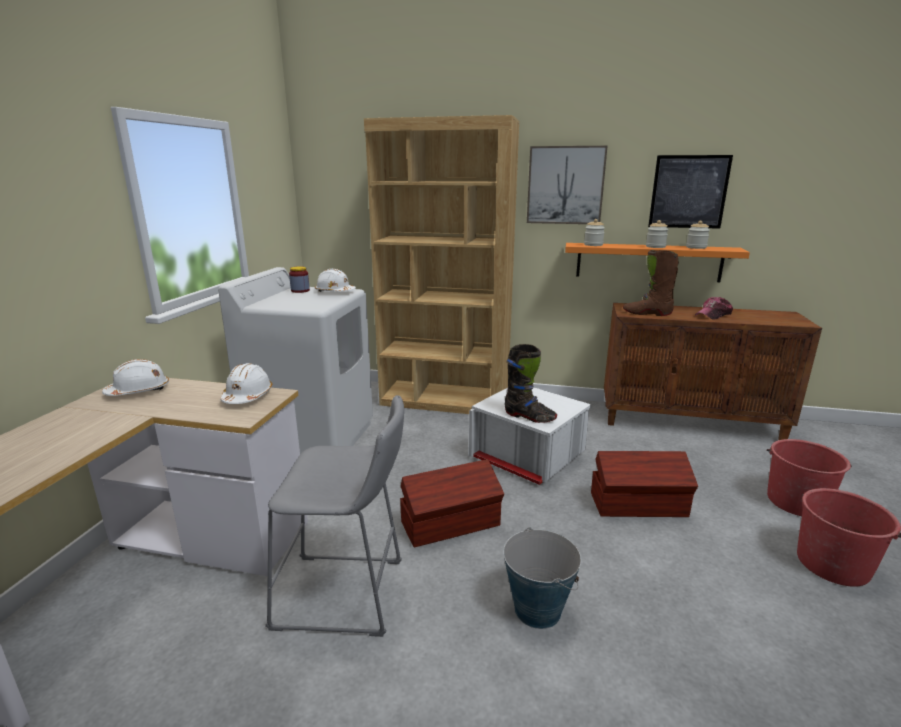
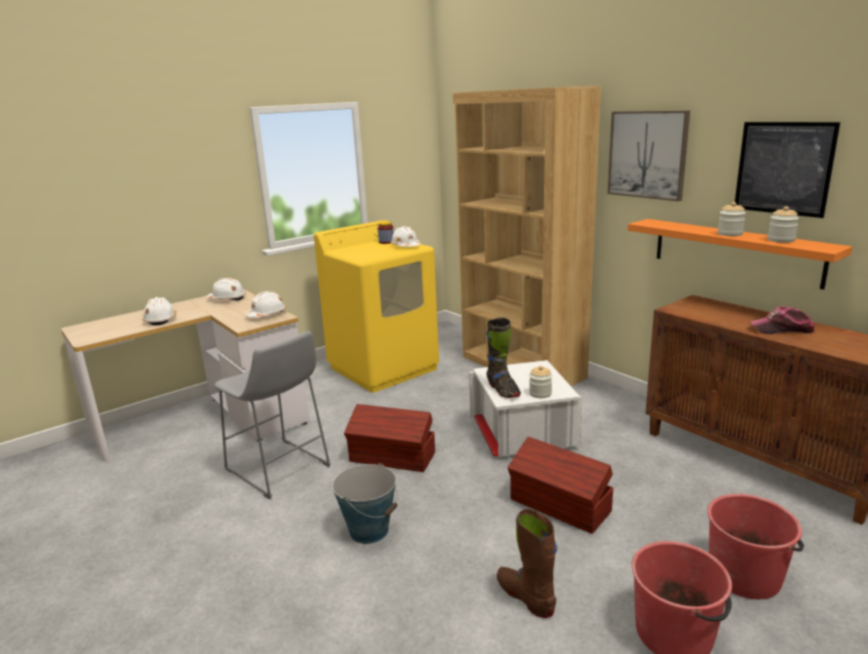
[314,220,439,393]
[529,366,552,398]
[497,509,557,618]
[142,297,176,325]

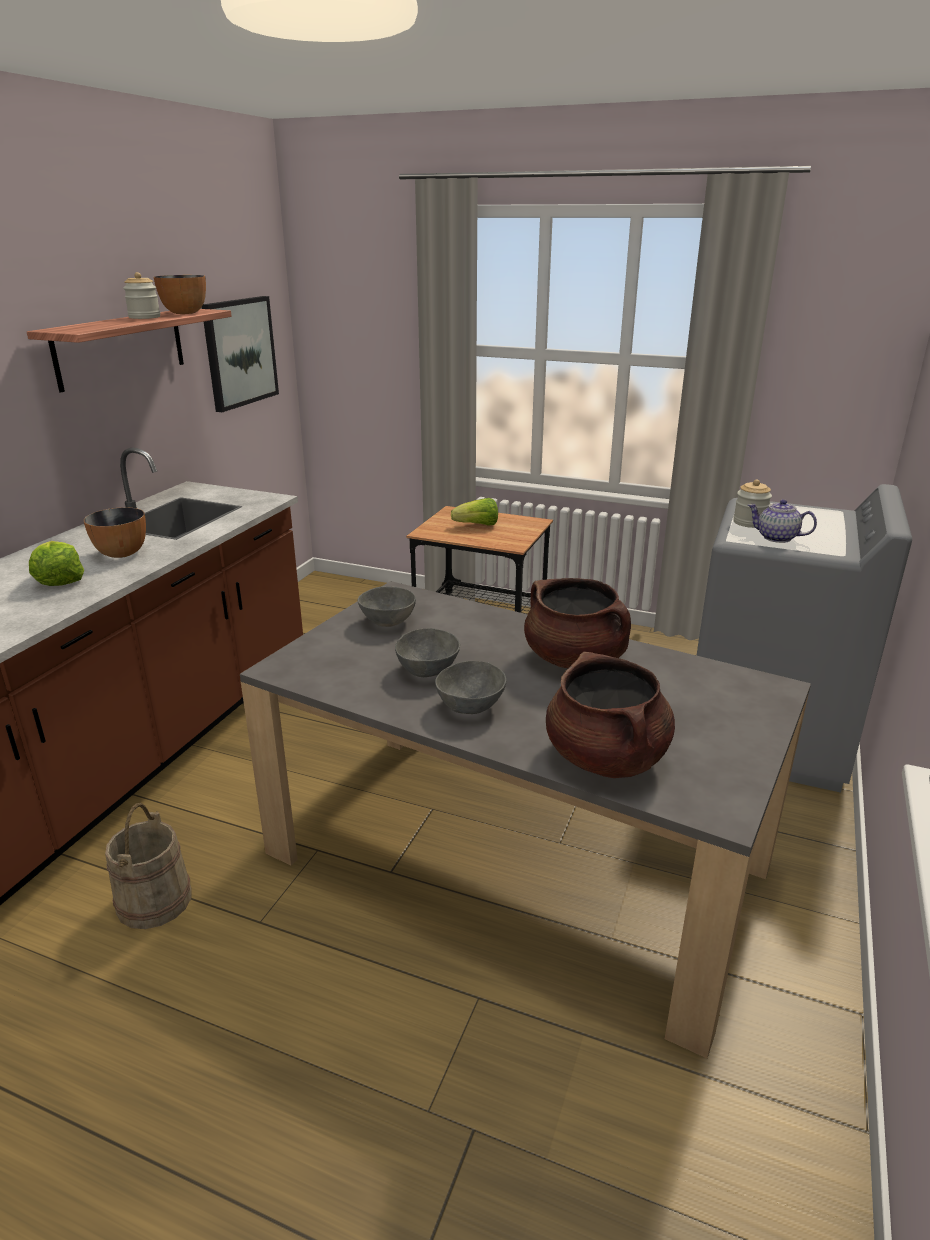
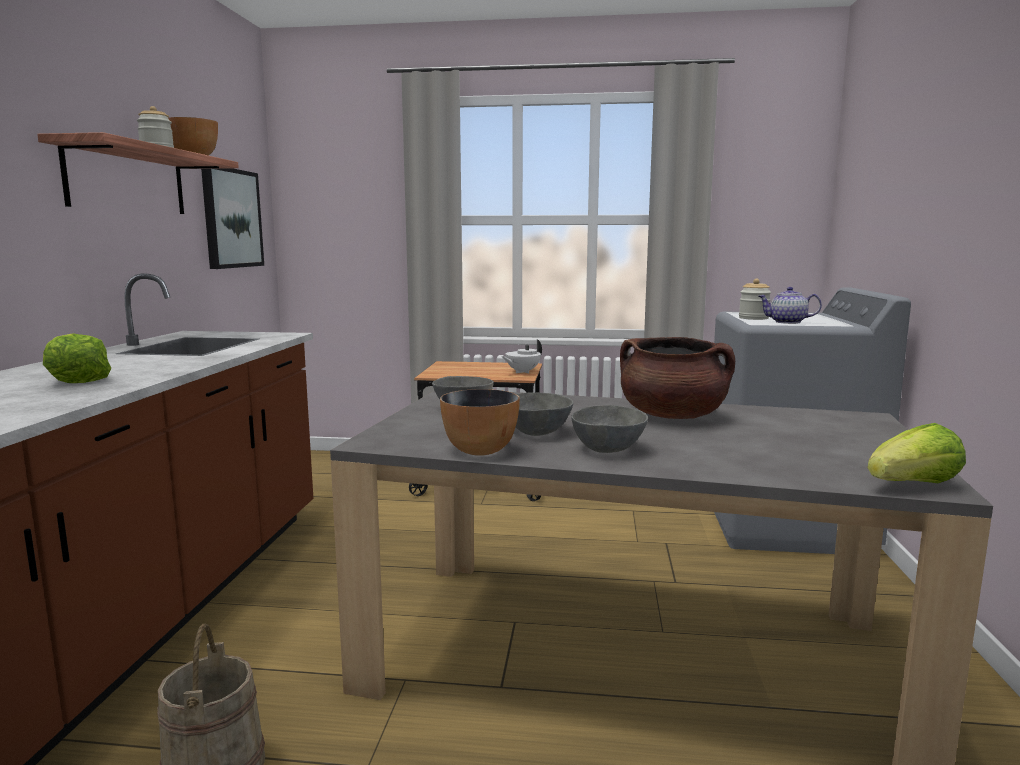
[440,389,520,456]
[868,423,966,483]
[546,652,675,778] (first image)
[502,339,542,373]

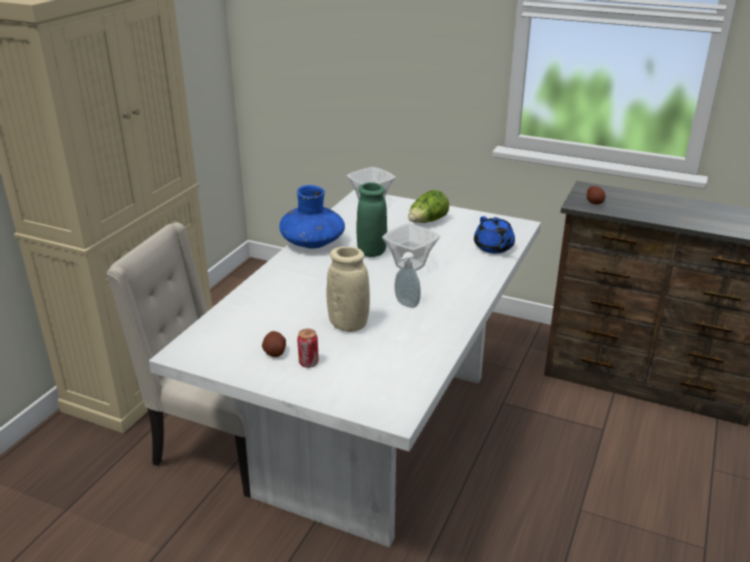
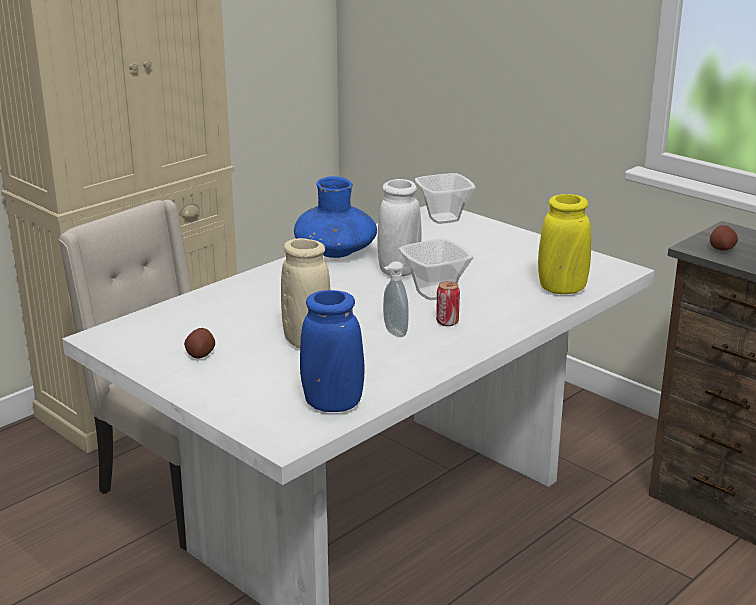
[436,281,460,326]
[377,179,421,276]
[408,190,449,223] (first image)
[538,194,591,294]
[300,290,364,412]

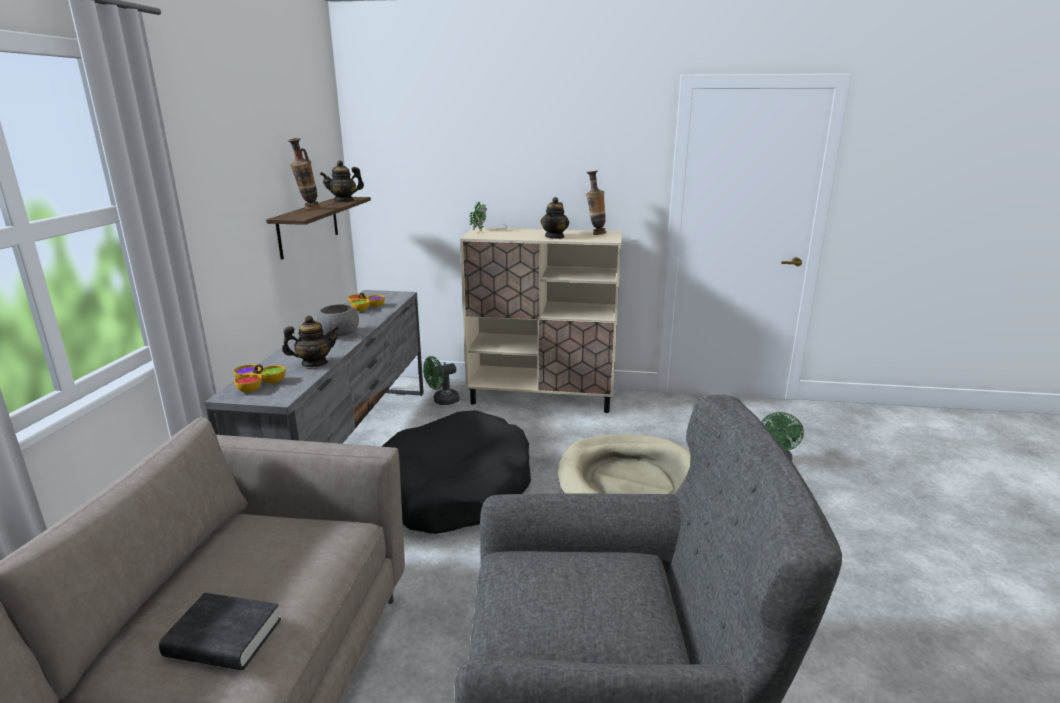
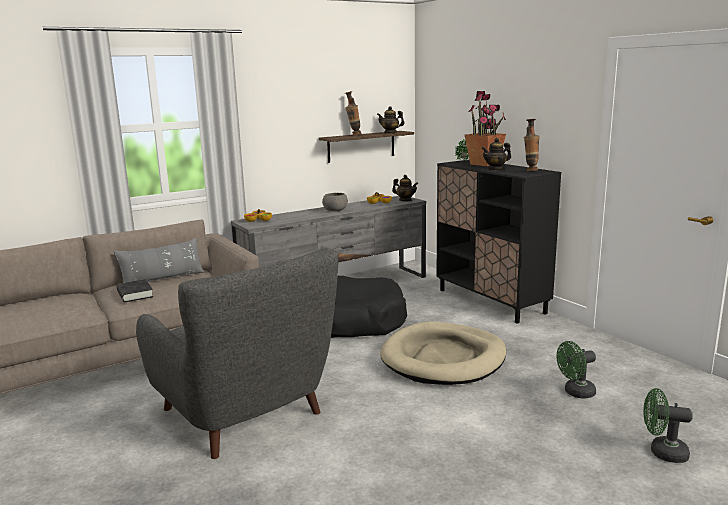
[392,175,418,201]
[643,388,693,463]
[436,160,561,323]
[114,238,205,283]
[465,91,506,166]

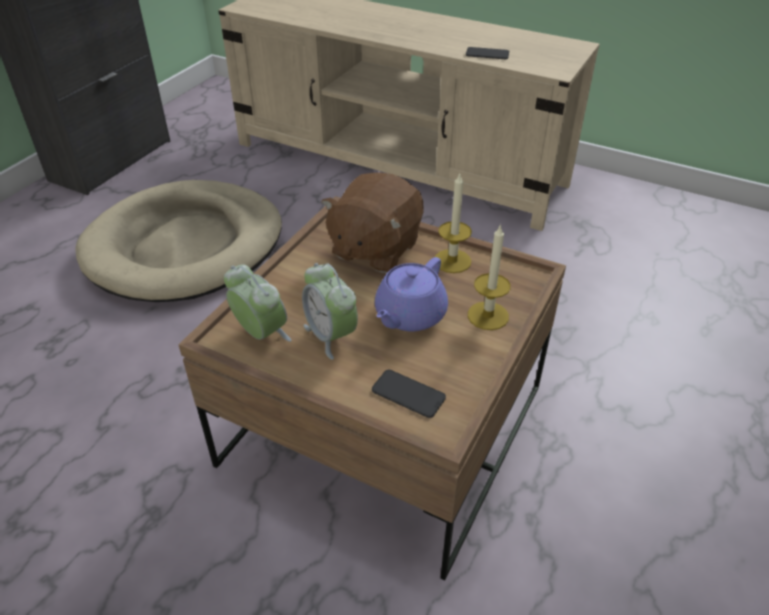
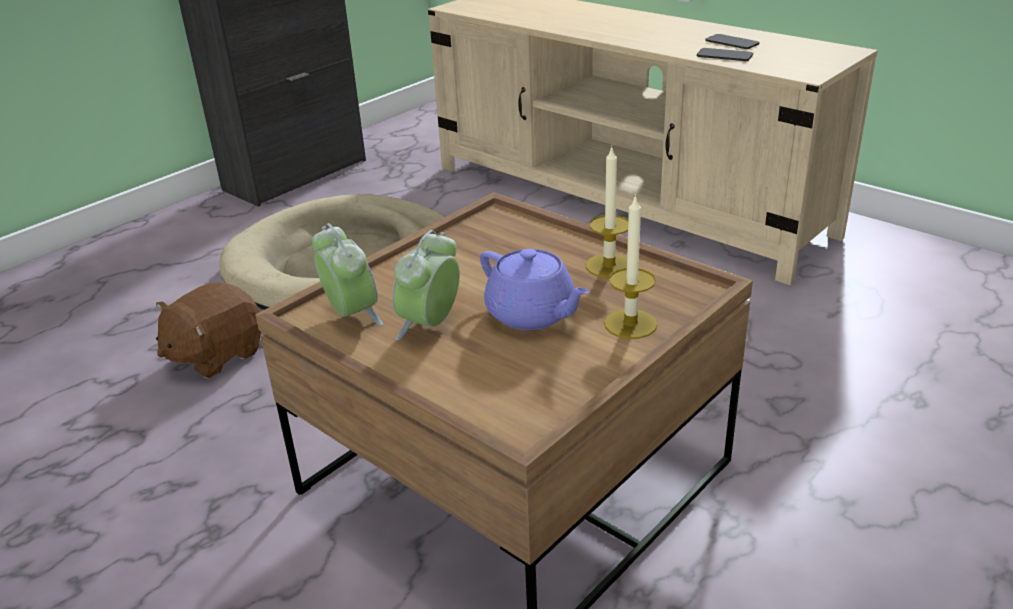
[392,230,460,340]
[156,282,261,378]
[705,34,760,49]
[480,249,590,330]

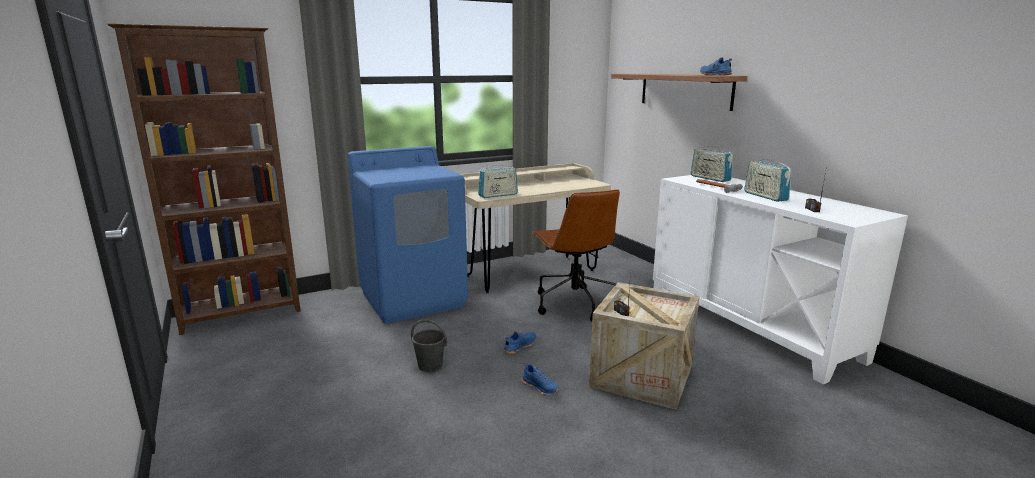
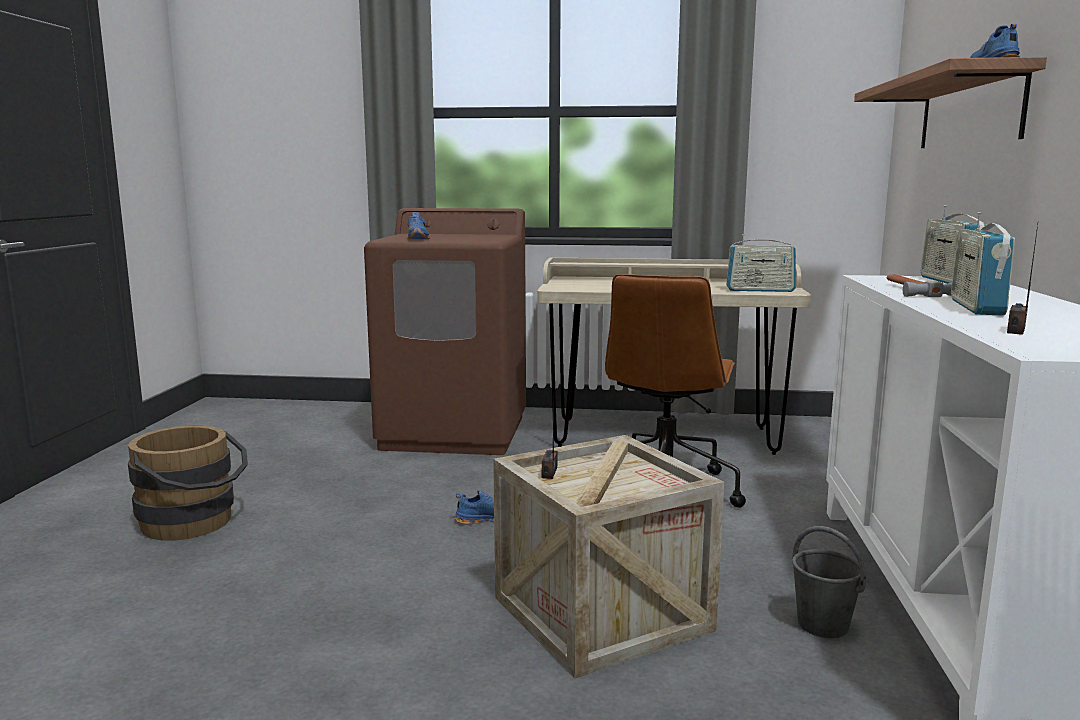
[107,24,301,335] (first image)
[364,208,526,455]
[792,526,866,638]
[726,234,796,292]
[408,212,430,239]
[128,426,248,540]

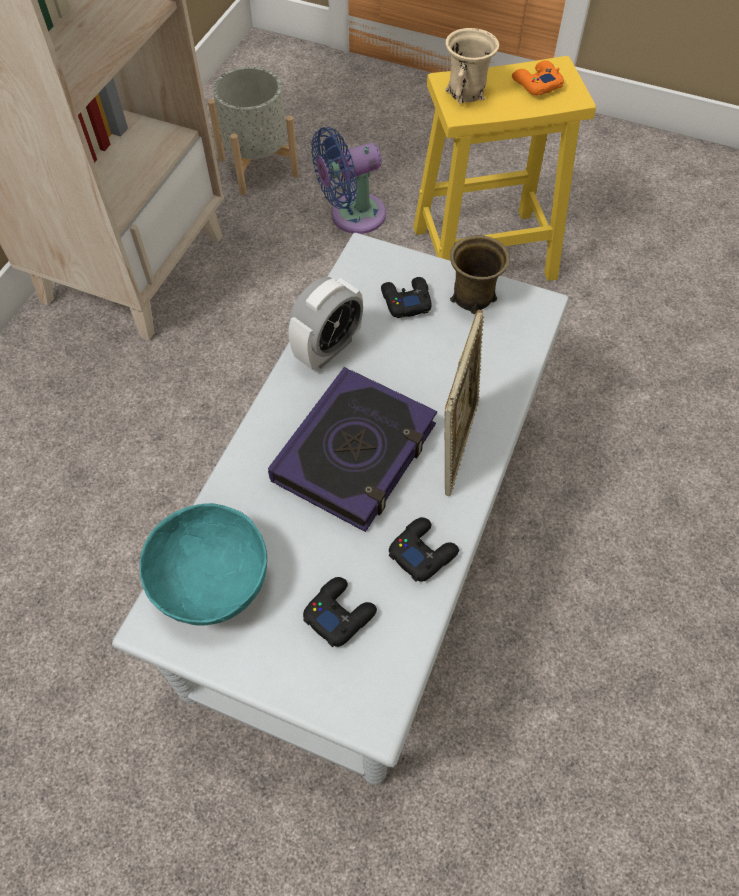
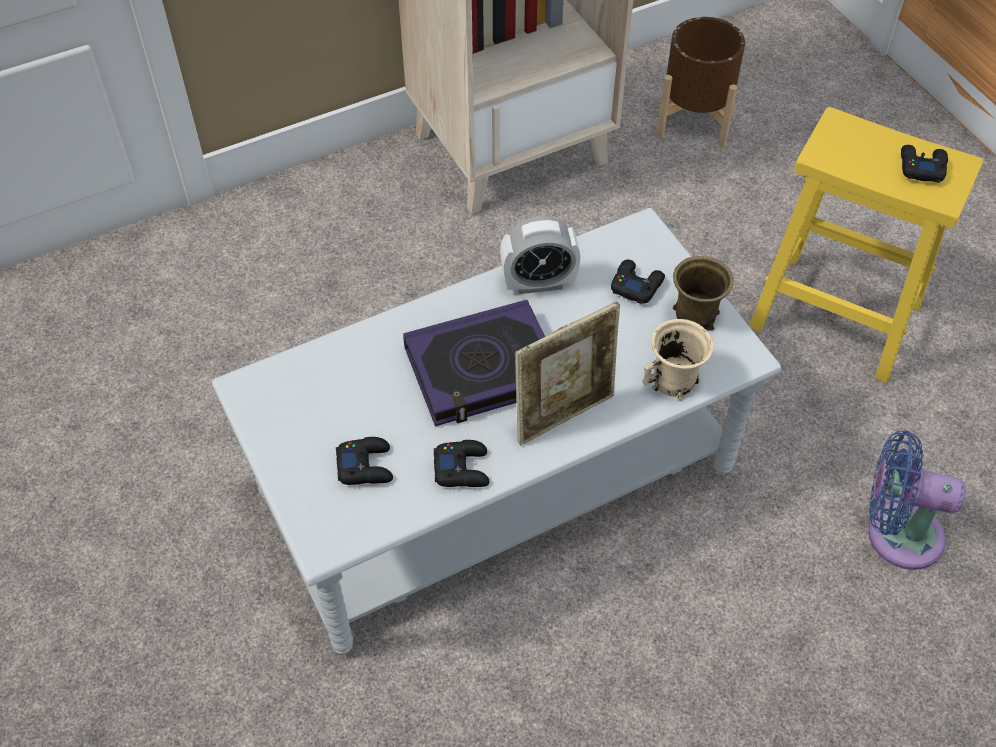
[139,503,267,625] (first image)
[656,17,745,148]
[868,431,966,570]
[643,319,714,400]
[901,145,948,183]

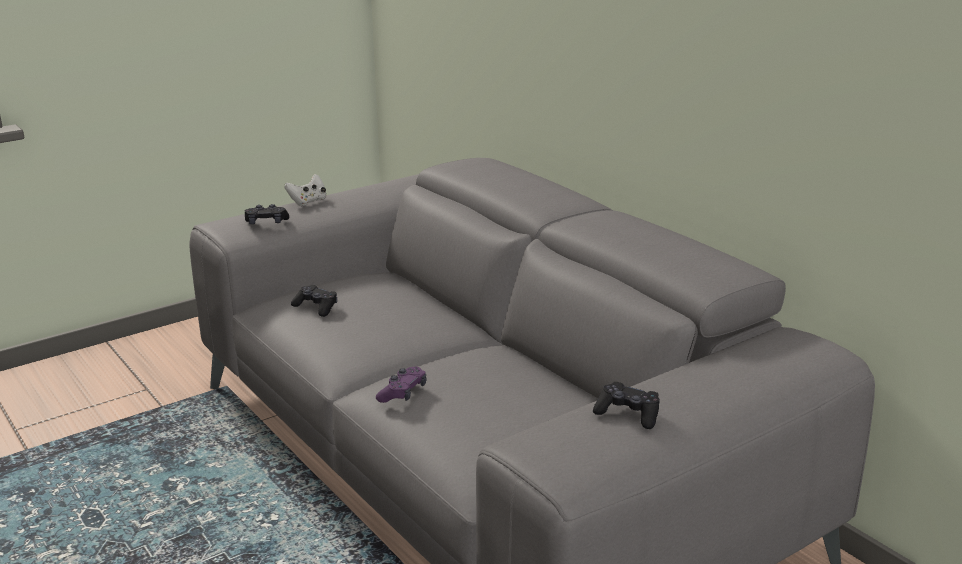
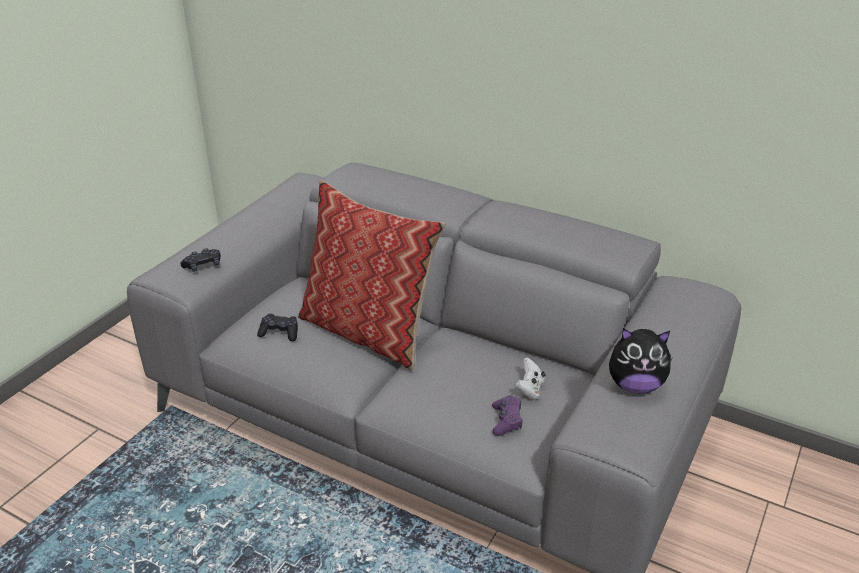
[515,357,546,400]
[492,395,523,436]
[609,328,672,394]
[298,180,445,370]

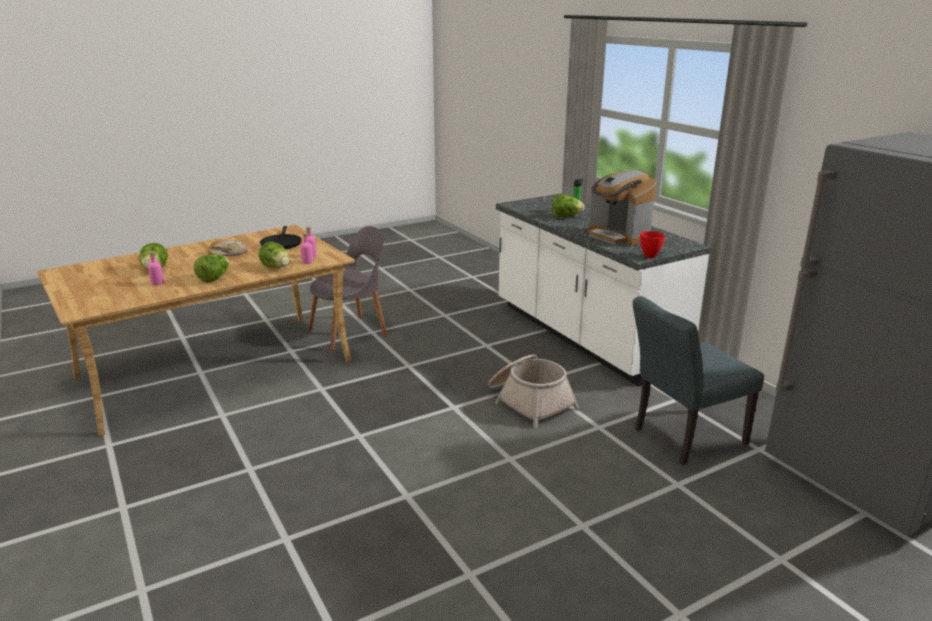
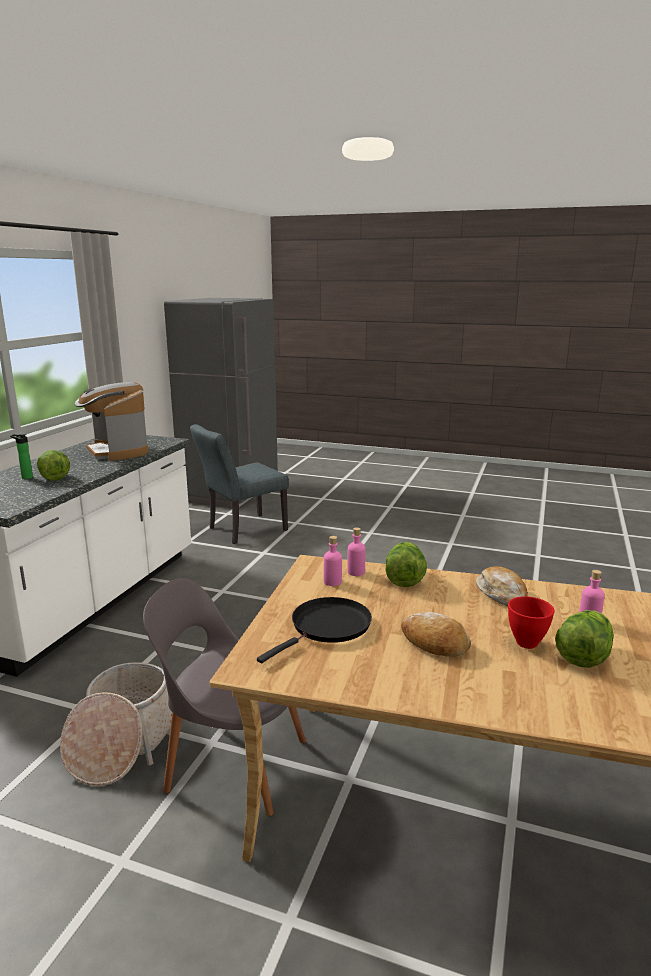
[476,566,528,606]
[60,662,172,786]
[75,382,148,461]
[190,424,289,544]
[508,596,554,649]

